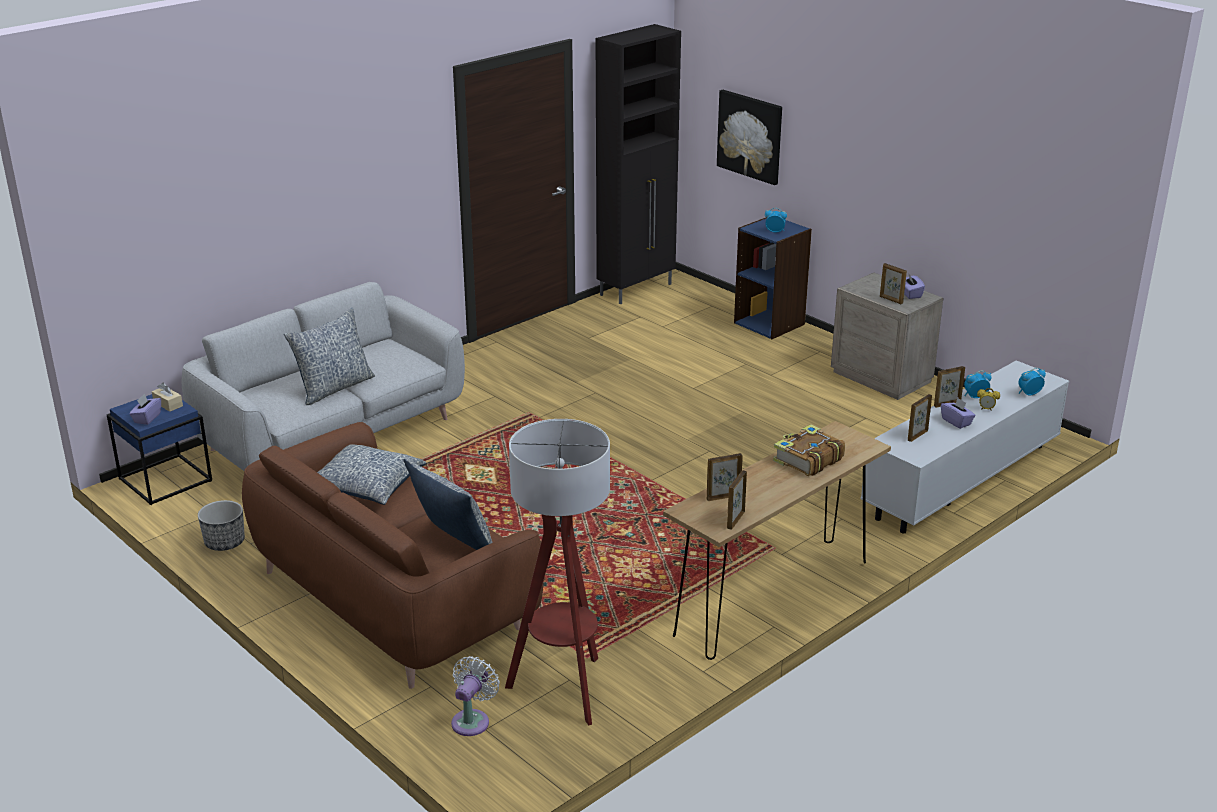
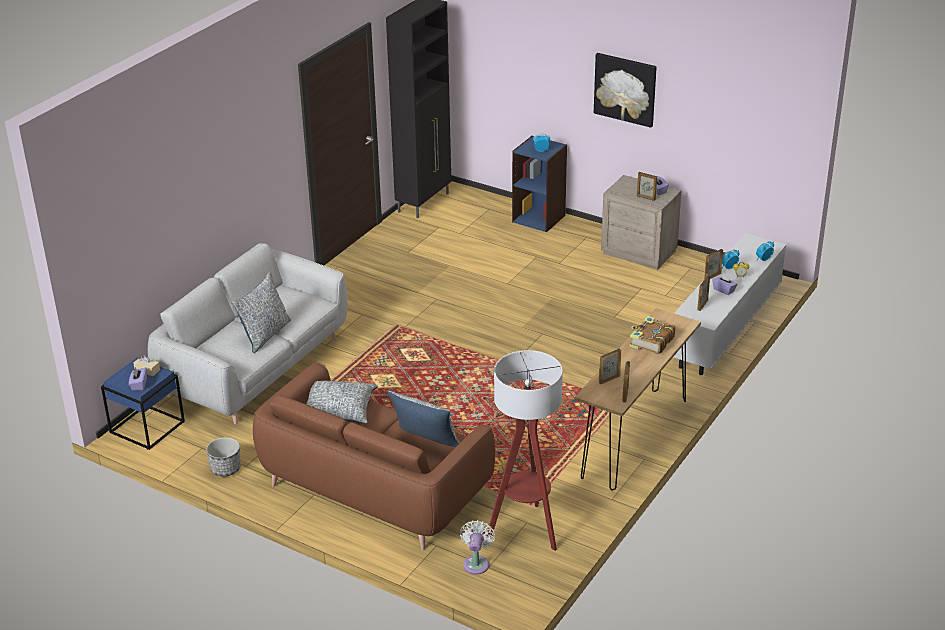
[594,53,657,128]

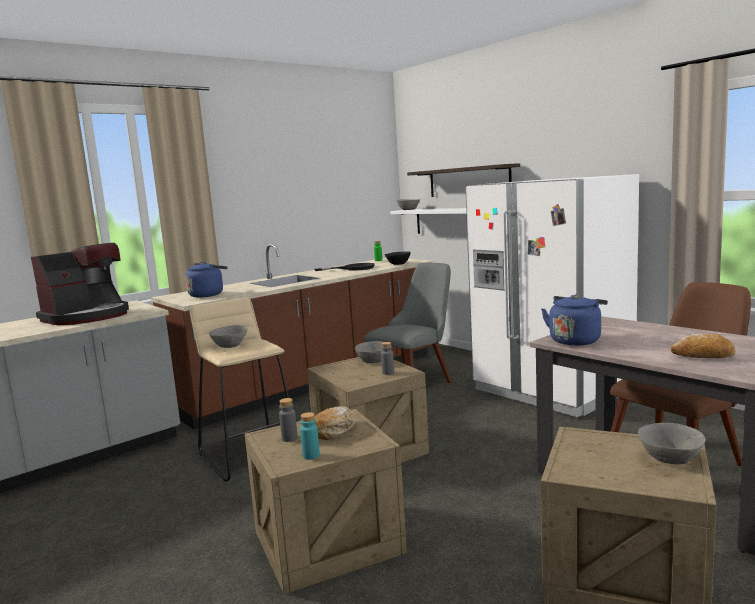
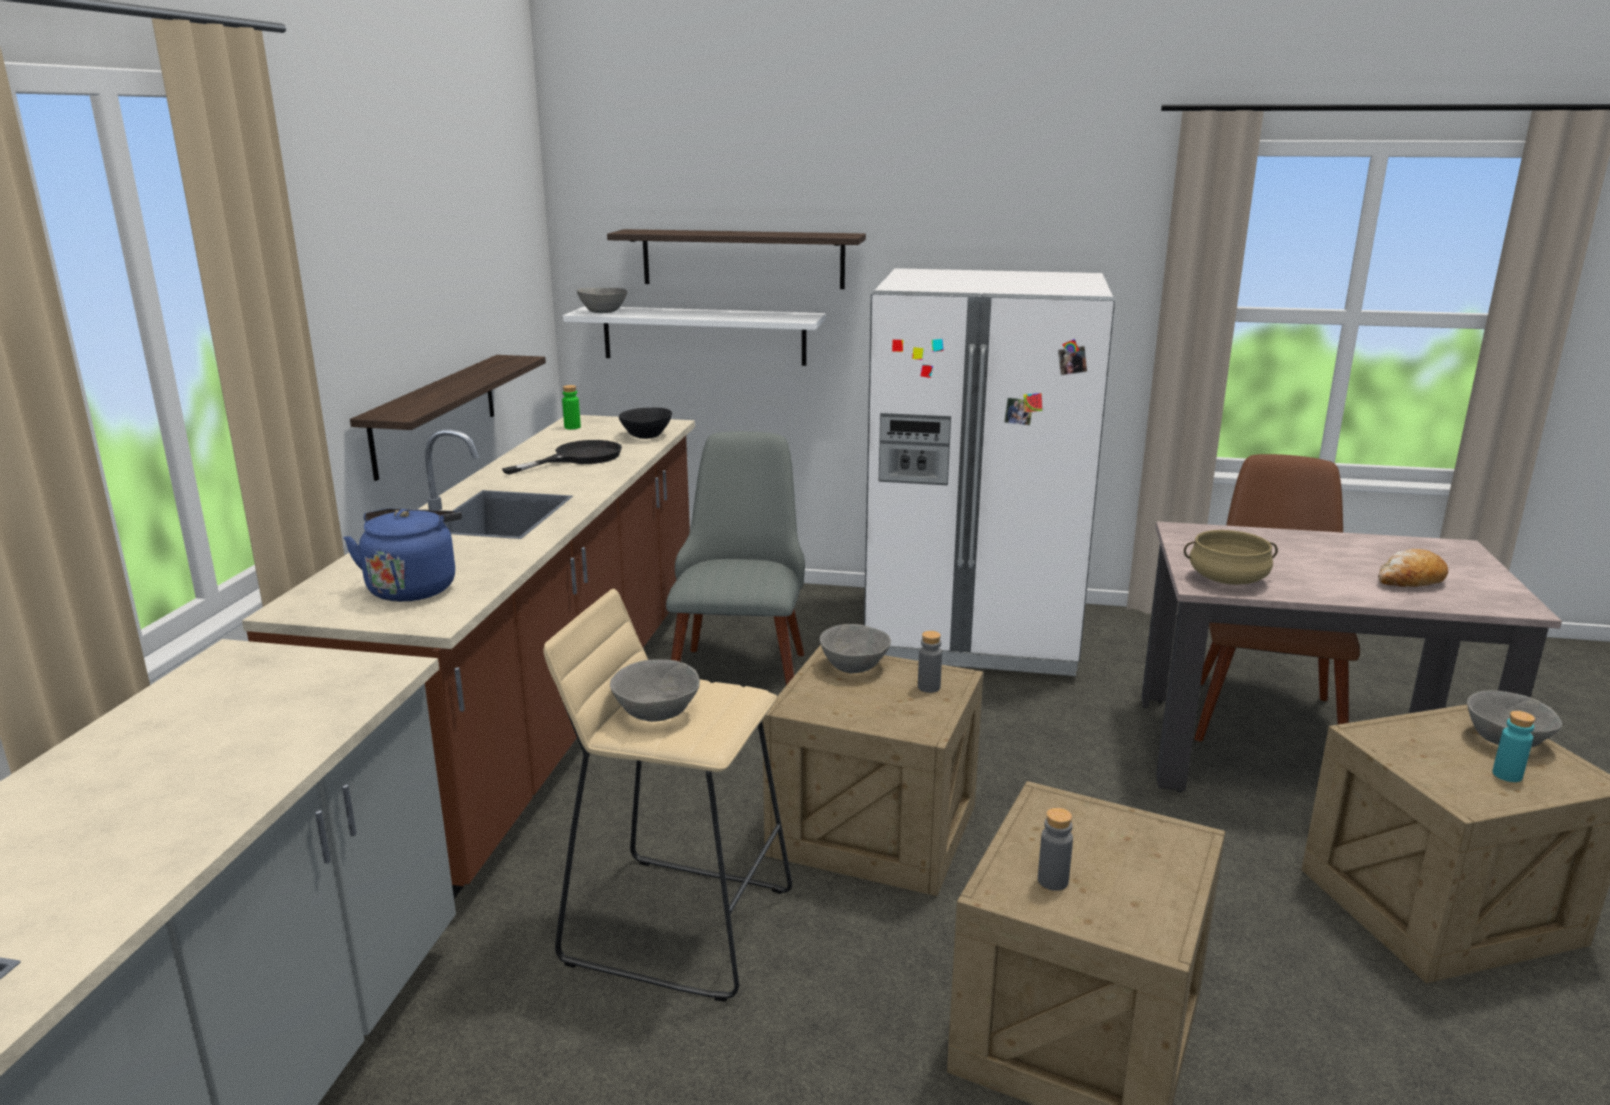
[31,243,129,325] (first image)
[1492,711,1535,782]
[314,406,357,440] (first image)
[1184,530,1278,585]
[350,355,546,481]

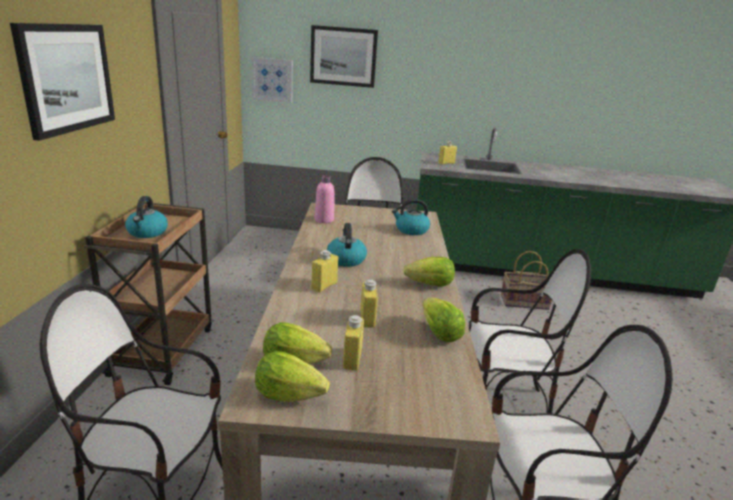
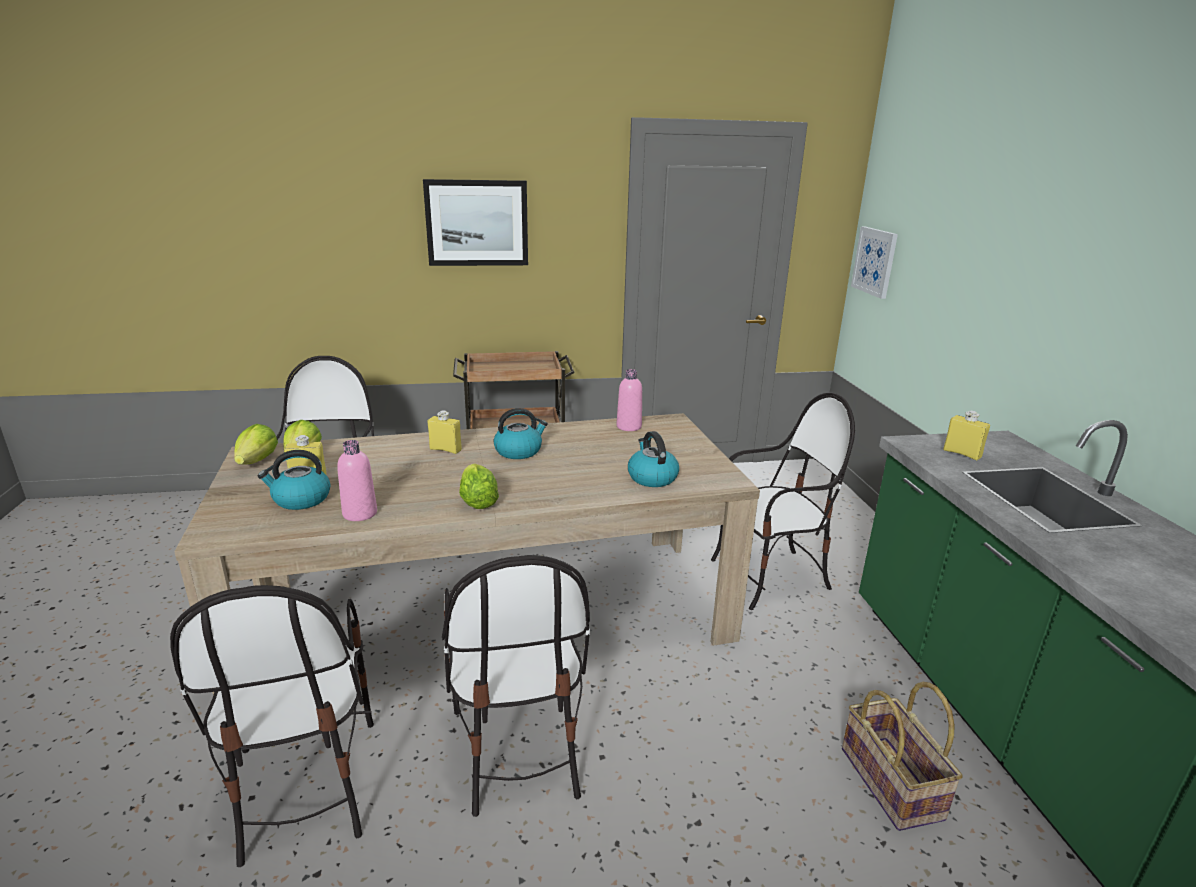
[258,450,331,510]
[310,25,378,88] (first image)
[360,280,378,328] (first image)
[337,440,377,521]

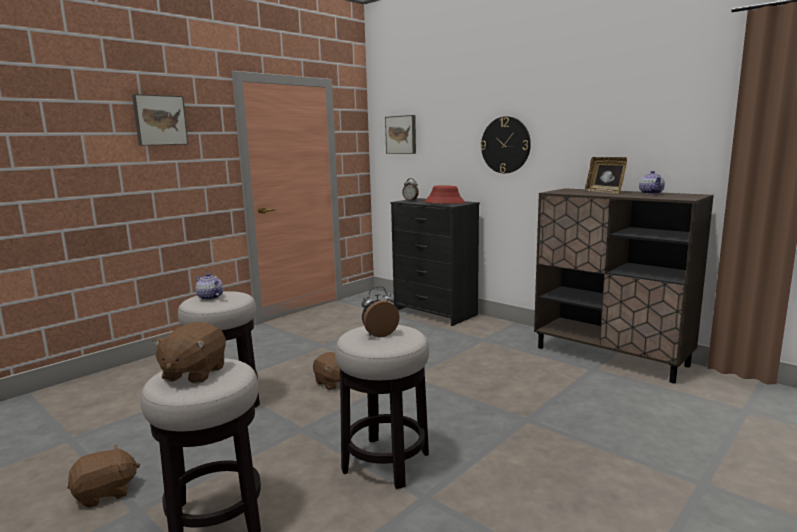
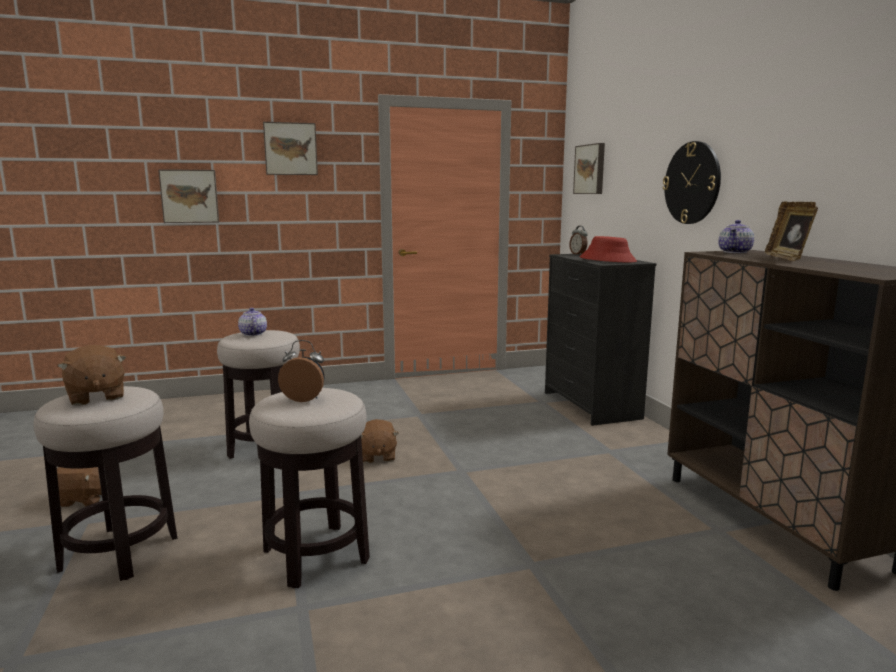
[57,345,127,406]
[718,220,754,253]
[158,169,219,223]

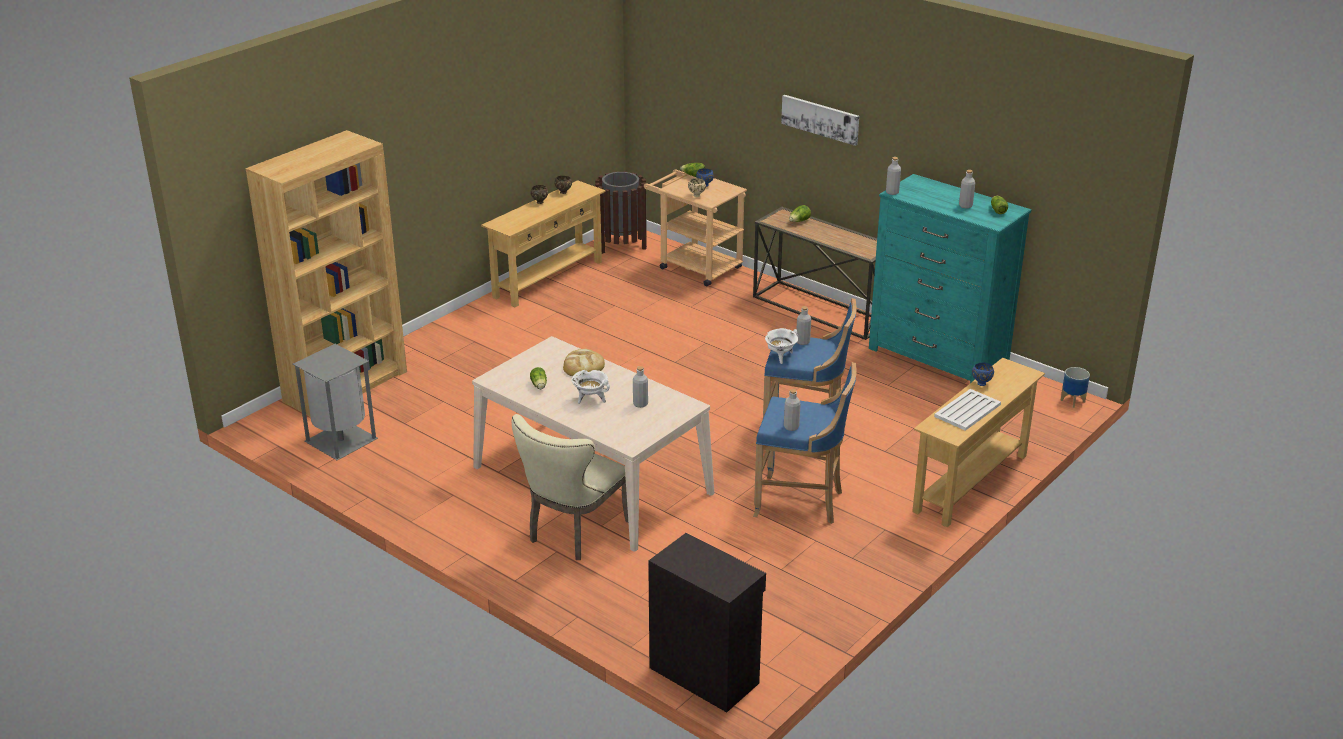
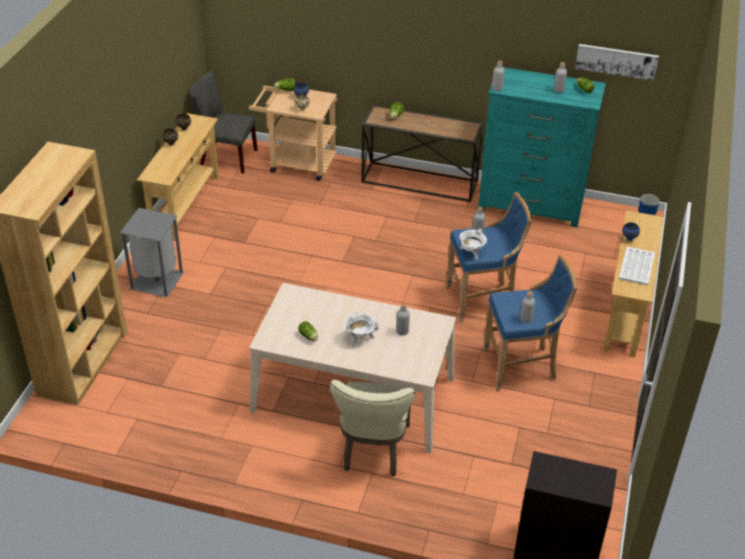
[120,208,184,297]
[563,349,605,376] (first image)
[189,71,258,174]
[575,44,659,81]

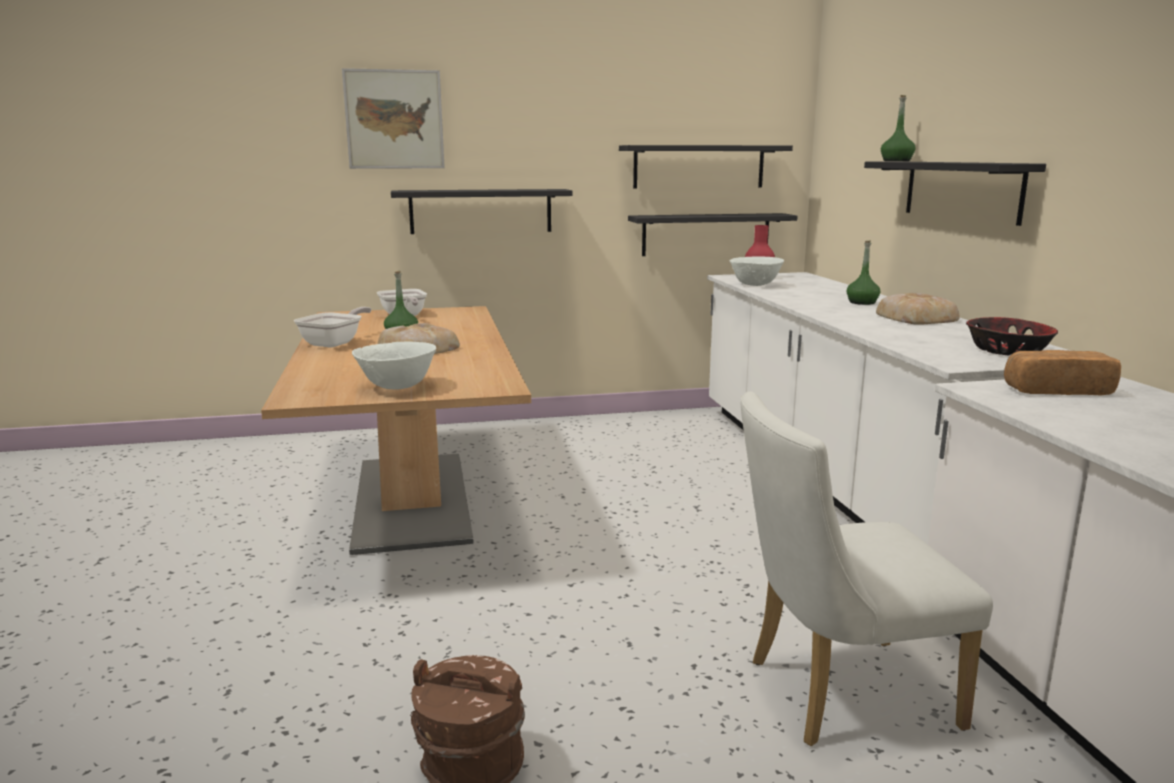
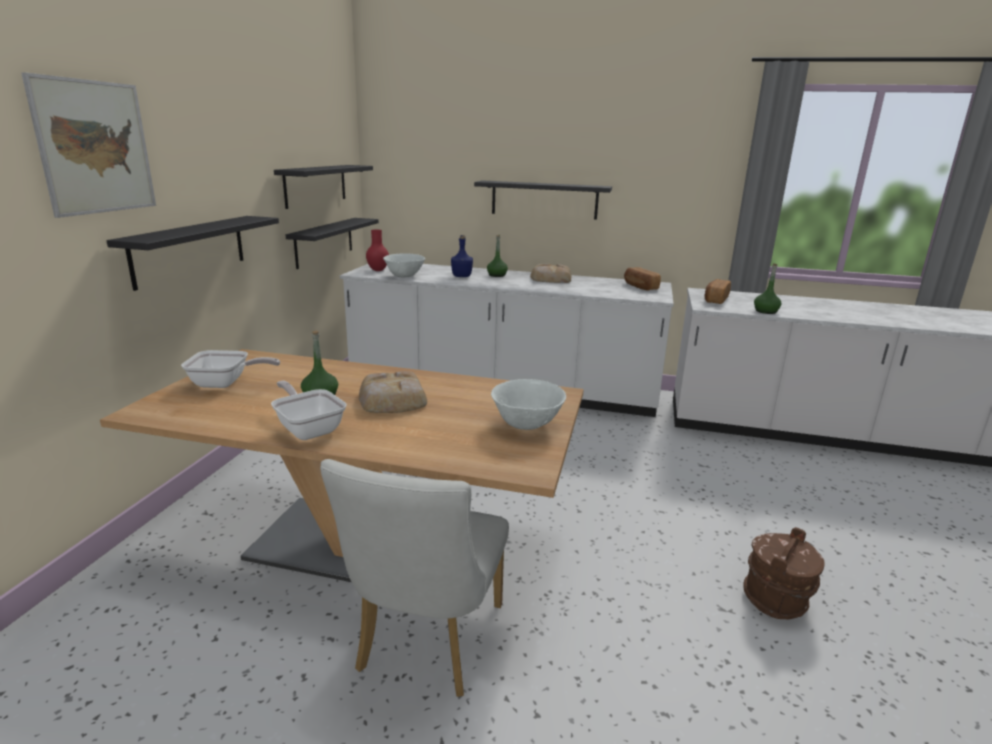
[320,459,509,697]
[754,263,782,314]
[624,267,661,291]
[451,235,473,277]

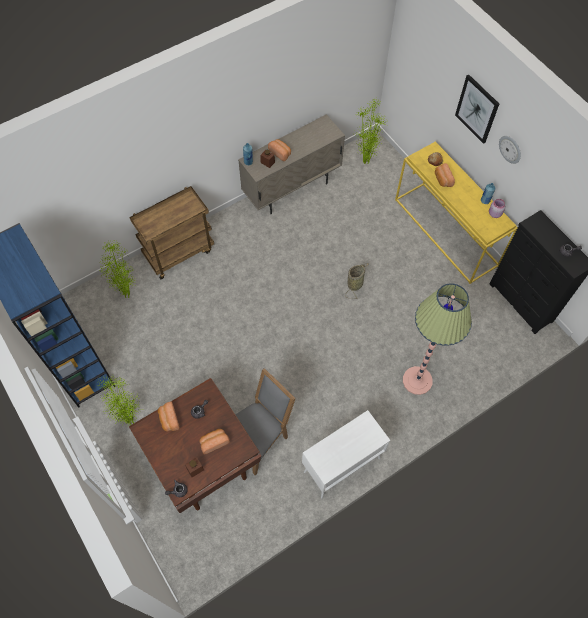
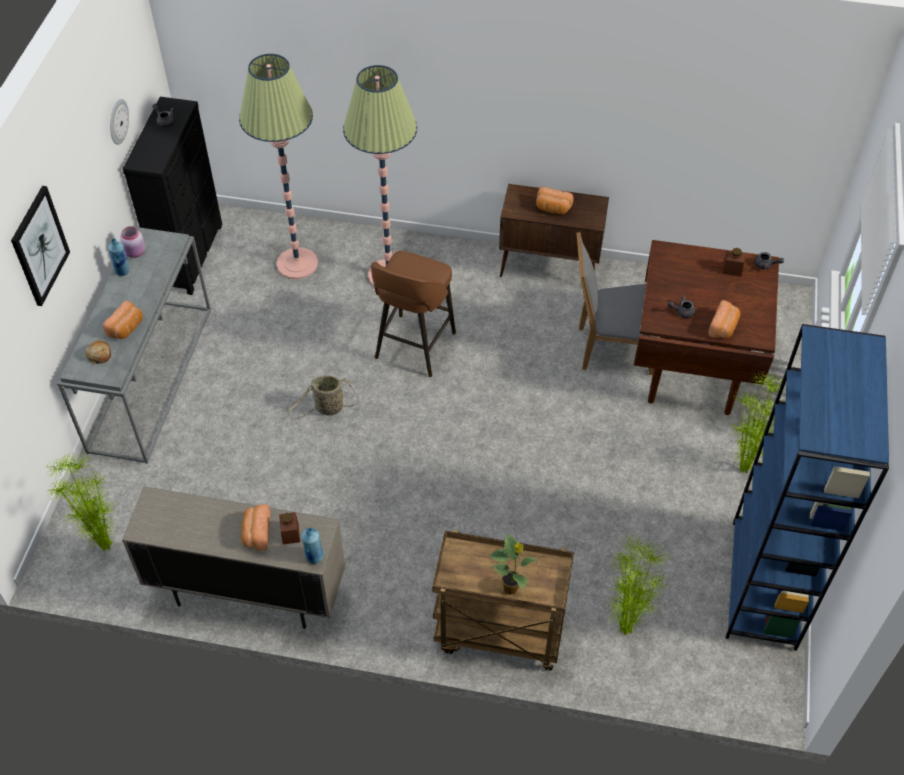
[536,187,574,214]
[499,184,609,277]
[57,227,211,464]
[110,99,129,145]
[239,54,318,279]
[371,251,456,377]
[489,533,538,595]

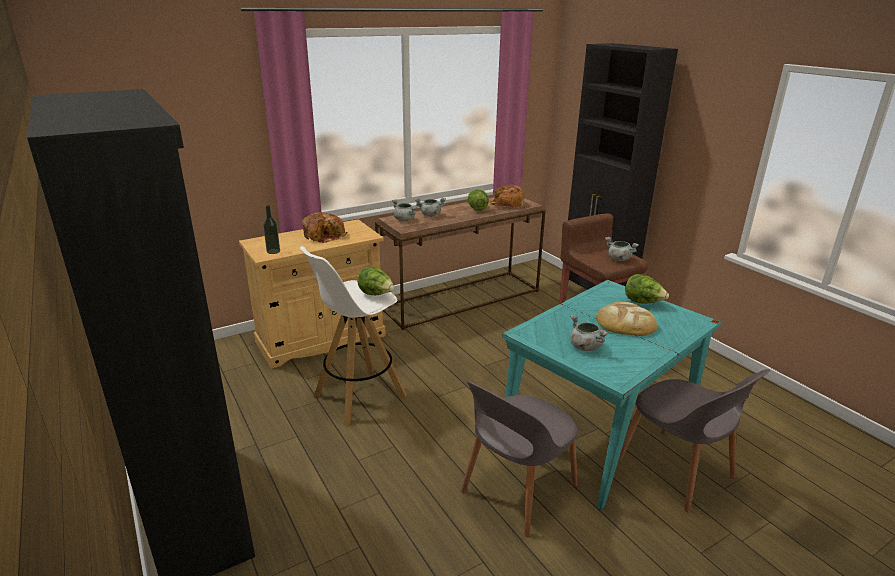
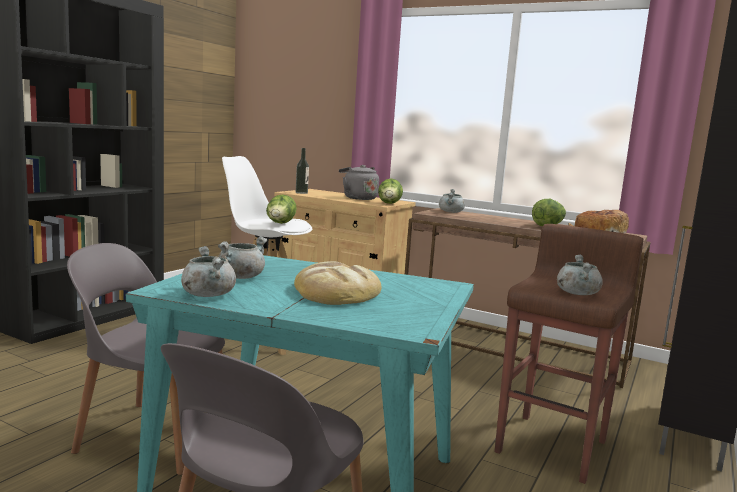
[339,165,379,200]
[181,246,236,297]
[378,178,403,204]

